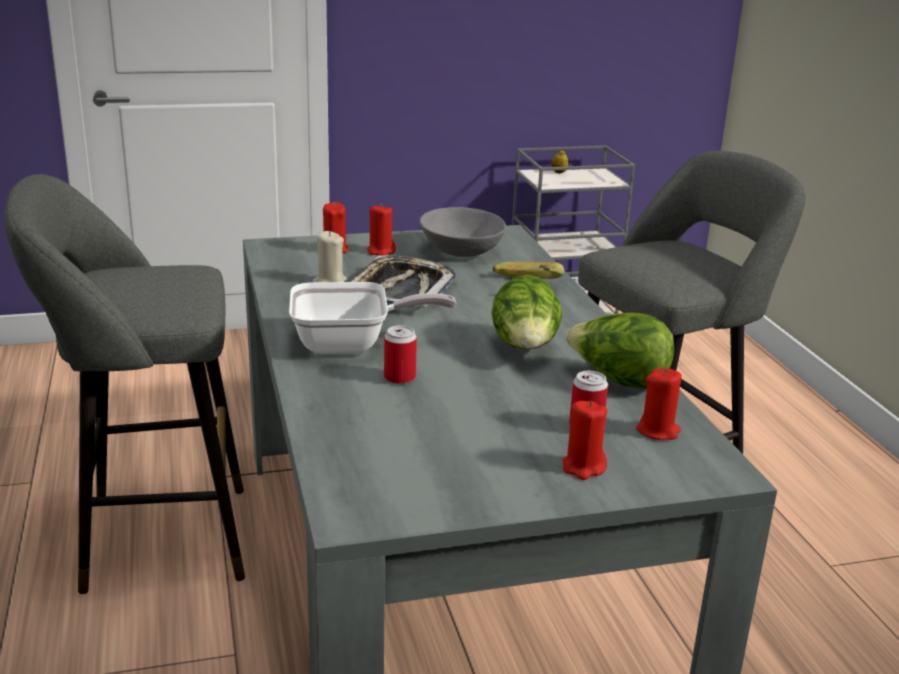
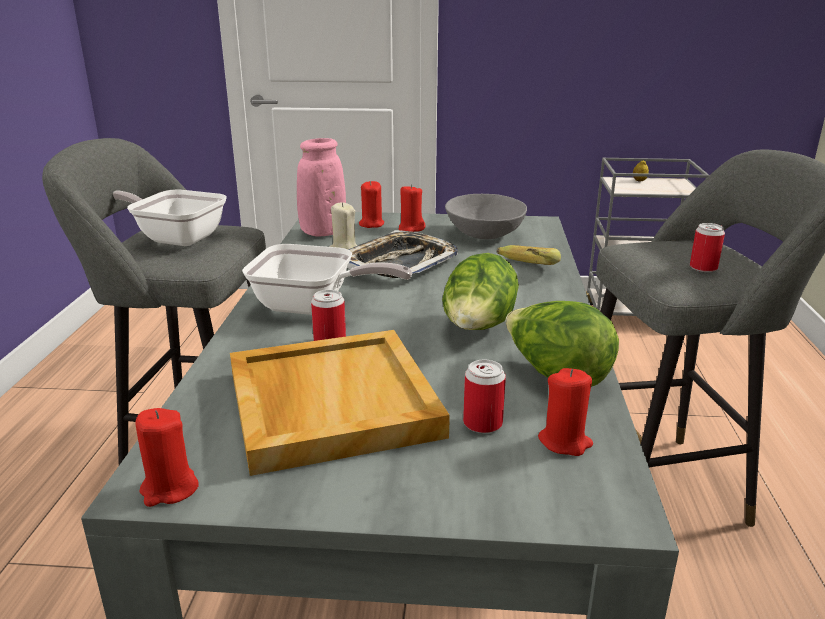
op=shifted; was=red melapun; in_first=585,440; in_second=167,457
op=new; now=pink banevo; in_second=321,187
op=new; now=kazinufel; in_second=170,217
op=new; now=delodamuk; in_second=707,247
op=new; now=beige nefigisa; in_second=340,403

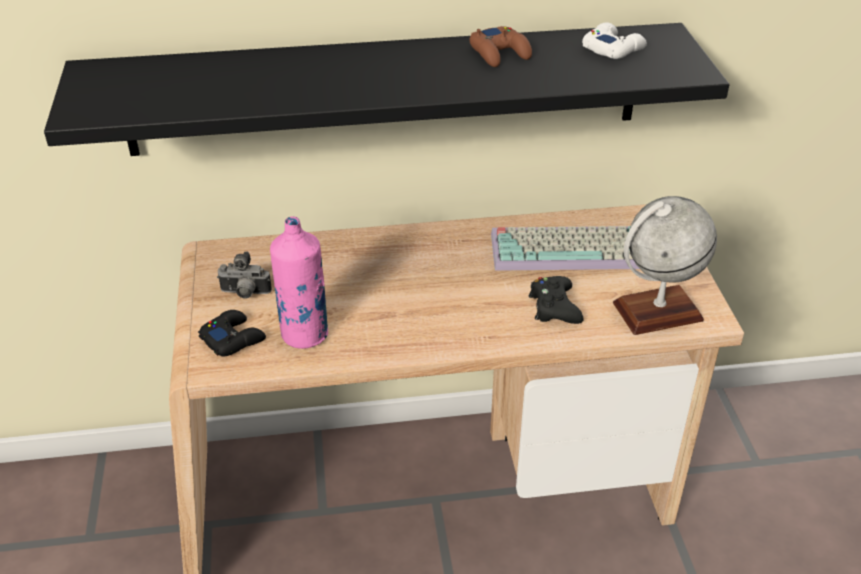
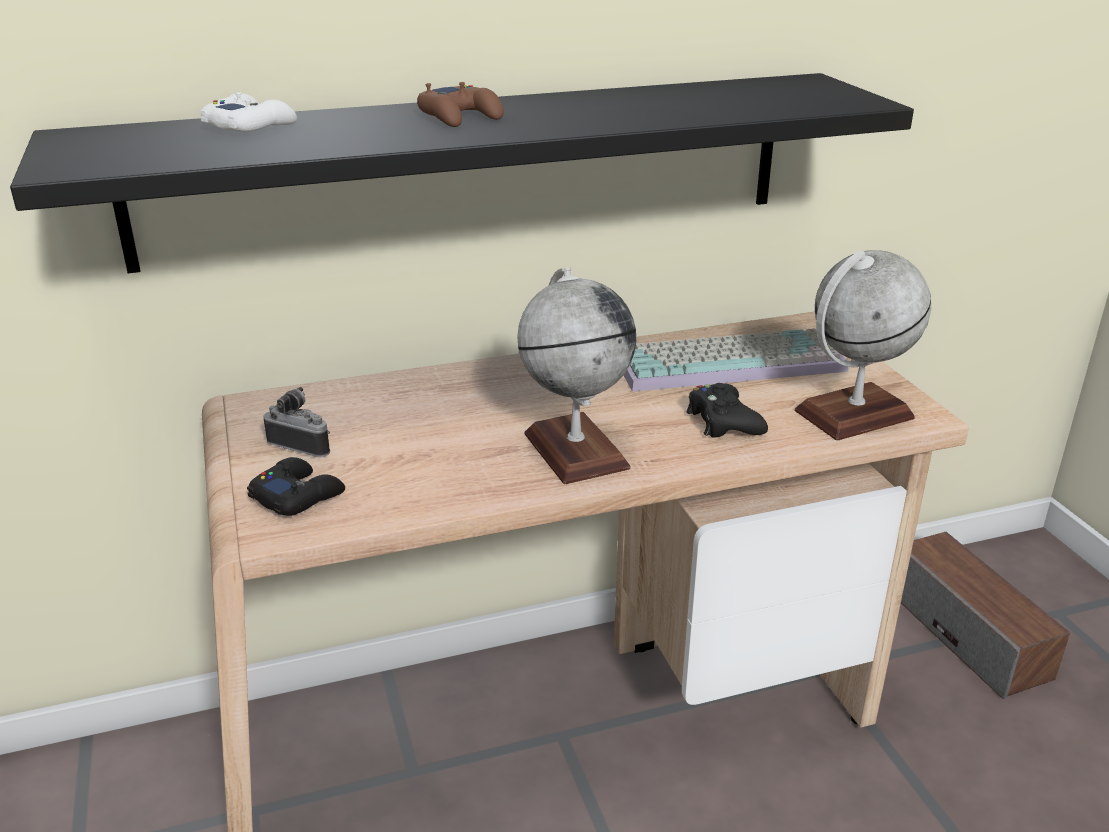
op=shifted; was=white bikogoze; in_first=614,40; in_second=248,112
op=shifted; was=brown bikogoze; in_first=500,46; in_second=460,104
op=gone; was=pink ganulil; in_first=299,282
op=rotated; was=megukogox; in_first=244,275; in_second=296,422; clockwise=-150
op=new; now=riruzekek; in_second=576,375
op=new; now=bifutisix; in_second=985,615

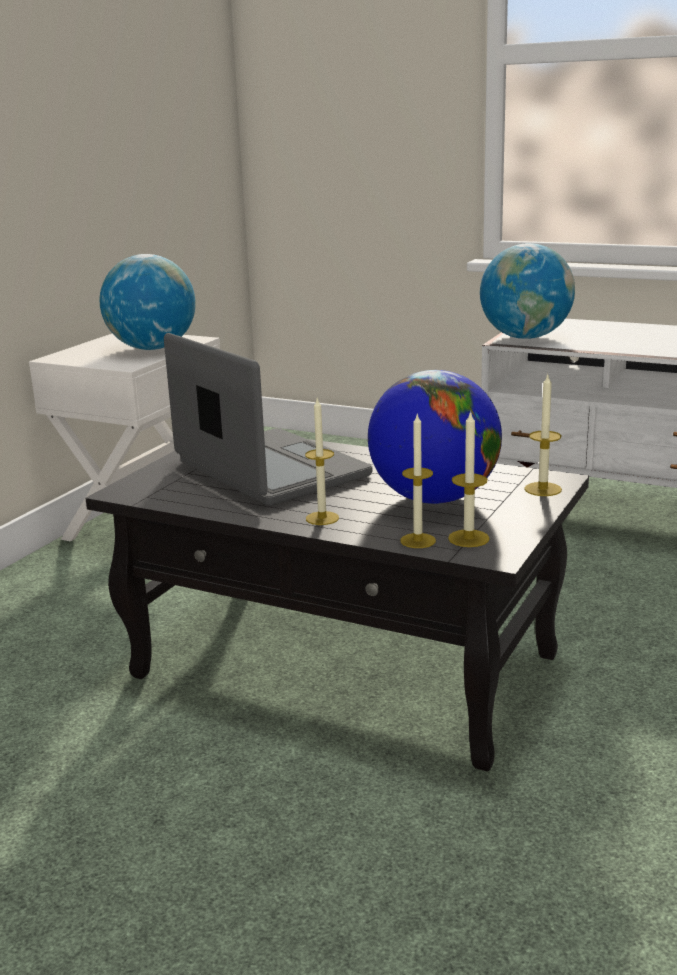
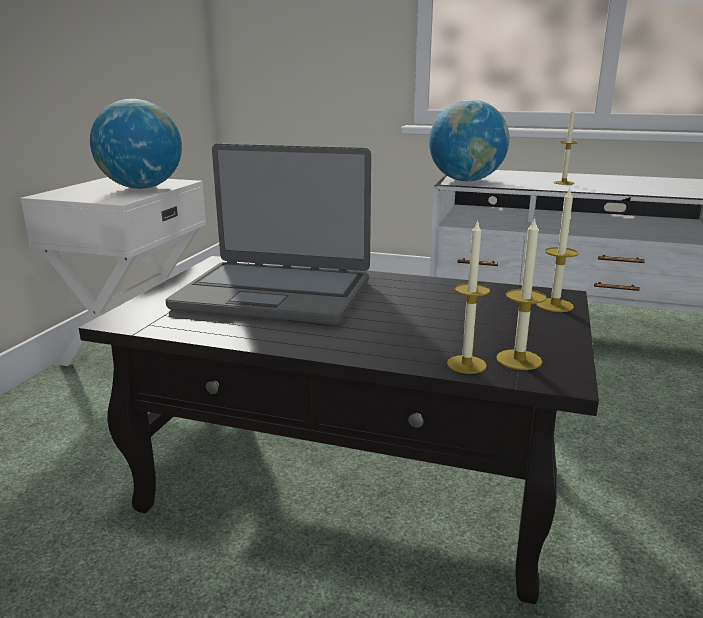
op=rotated; was=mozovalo; in_first=268,419; in_second=268,234; clockwise=150
op=gone; was=riruzekek; in_first=435,437
op=shifted; was=melapun; in_first=322,461; in_second=566,146

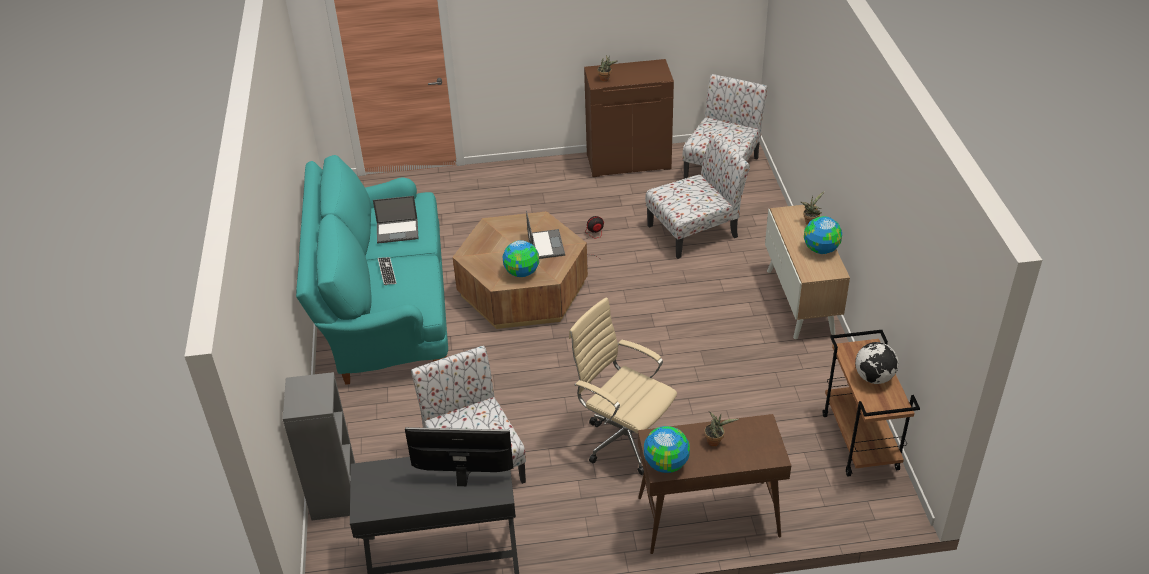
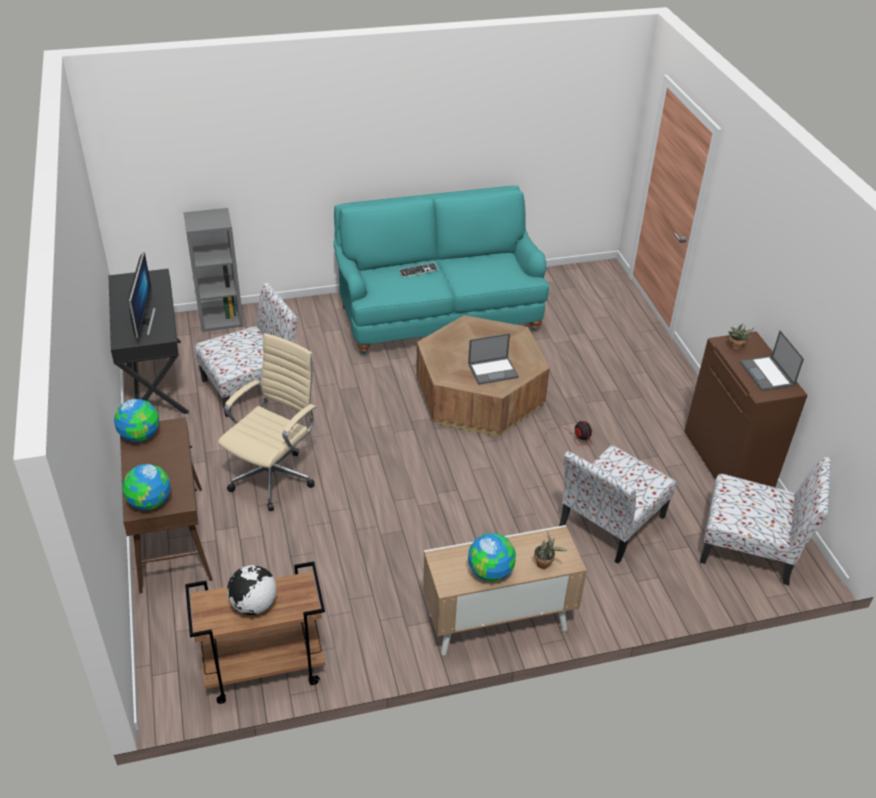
op=rotated; was=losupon; in_first=698,196; in_second=618,504; clockwise=75
op=shifted; was=mozovalo; in_first=396,220; in_second=772,360
op=shifted; was=riruzekek; in_first=521,258; in_second=146,487
op=gone; was=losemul; in_first=721,429

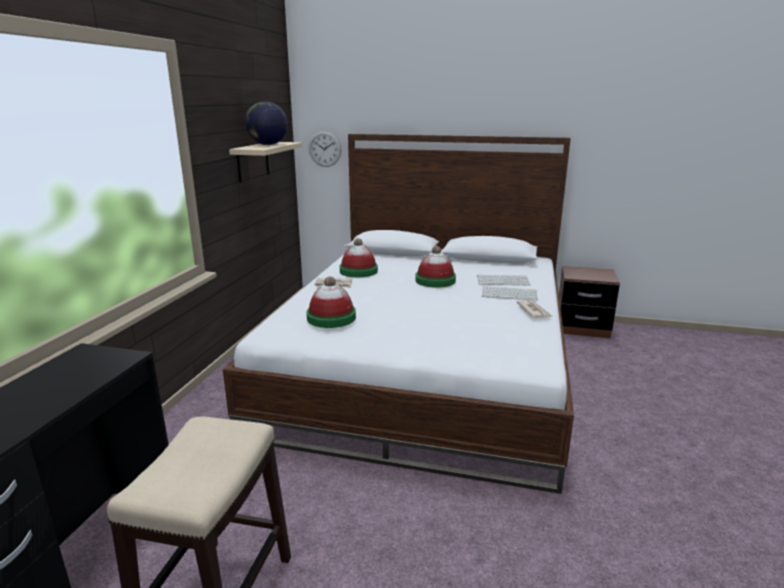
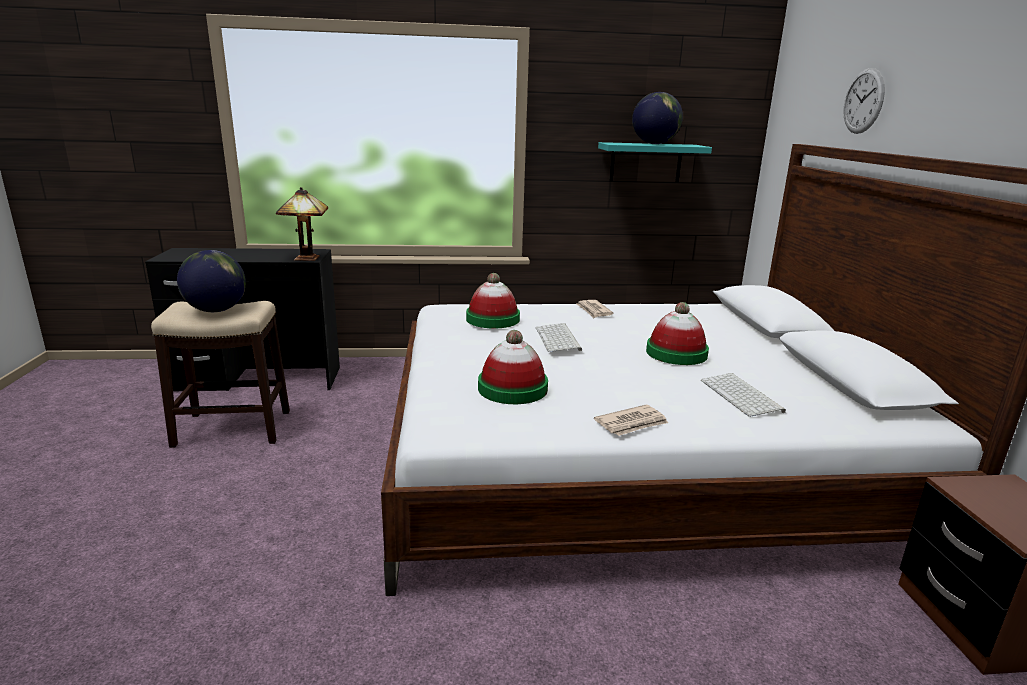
op=shifted; was=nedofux; in_first=325,149; in_second=864,101
op=repainted; was=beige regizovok; now=turquoise regizovok; in_first=265,162; in_second=655,162
op=shifted; was=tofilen; in_first=359,257; in_second=513,367
op=shifted; was=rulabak; in_first=510,293; in_second=558,337
op=new; now=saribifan; in_second=302,224
op=new; now=riruzekek; in_second=211,281

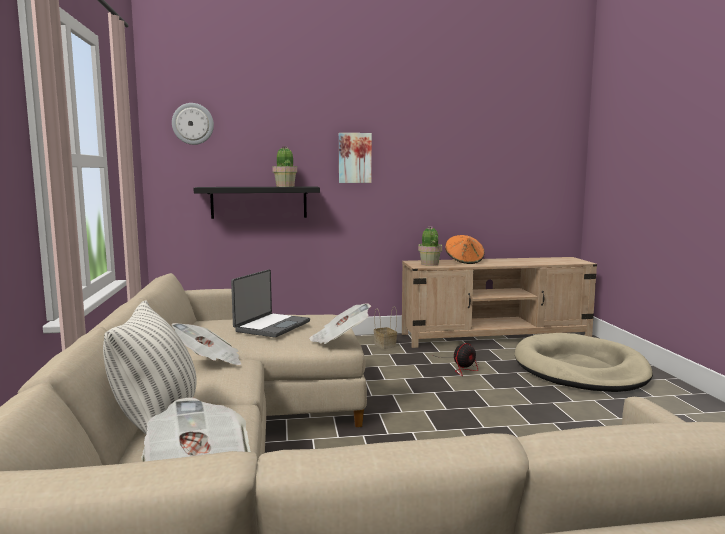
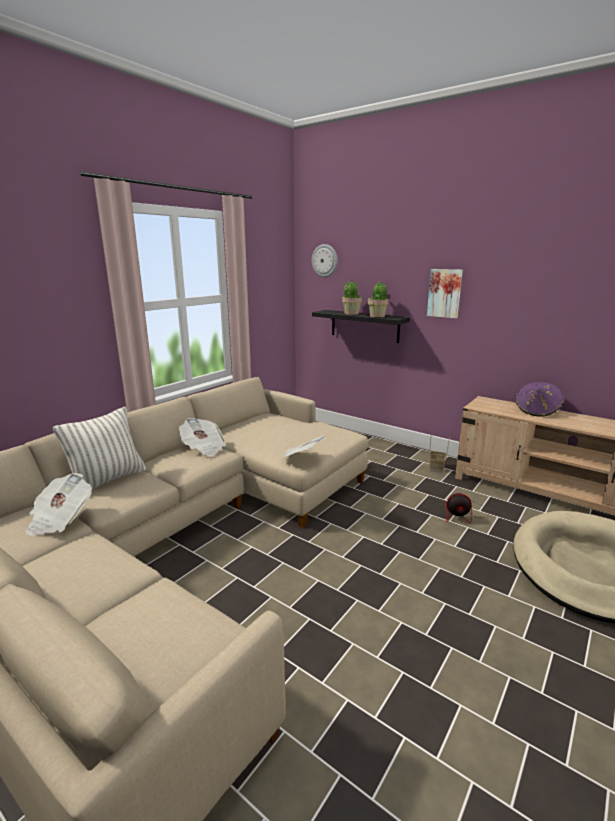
op=shifted; was=losemul; in_first=430,246; in_second=352,297
op=repainted; was=orange tofilen; now=purple tofilen; in_first=465,249; in_second=539,399
op=gone; was=mozovalo; in_first=270,303

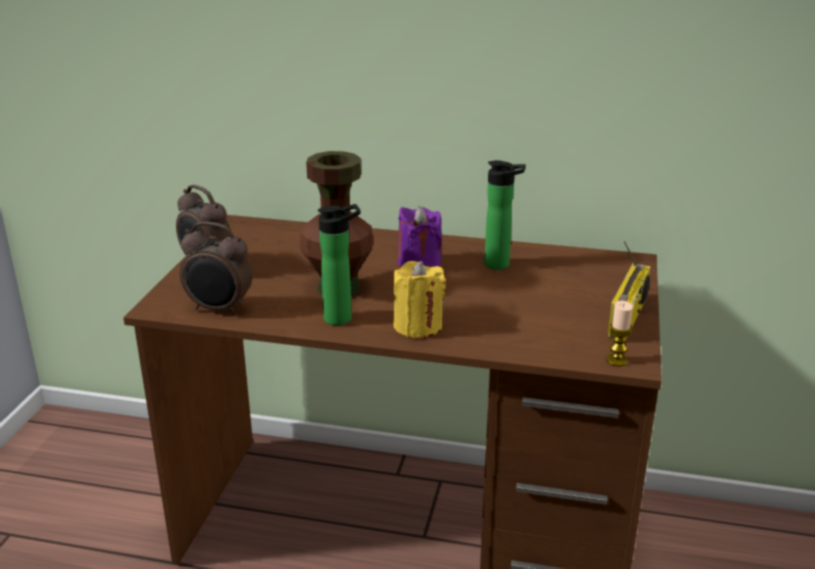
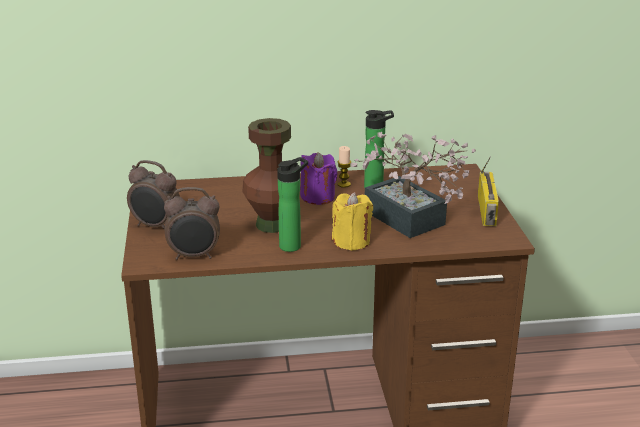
op=shifted; was=melapun; in_first=619,333; in_second=344,167
op=new; now=losemul; in_second=413,185

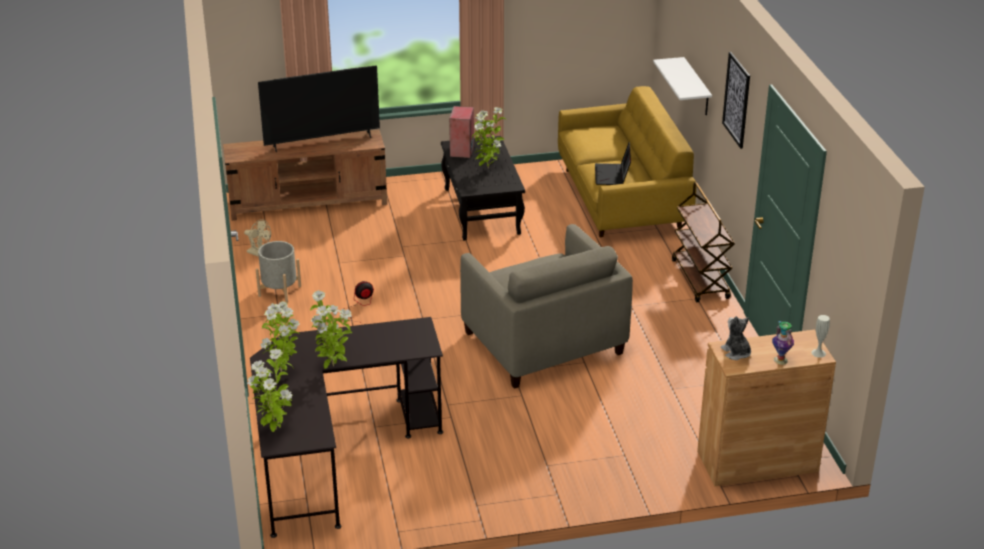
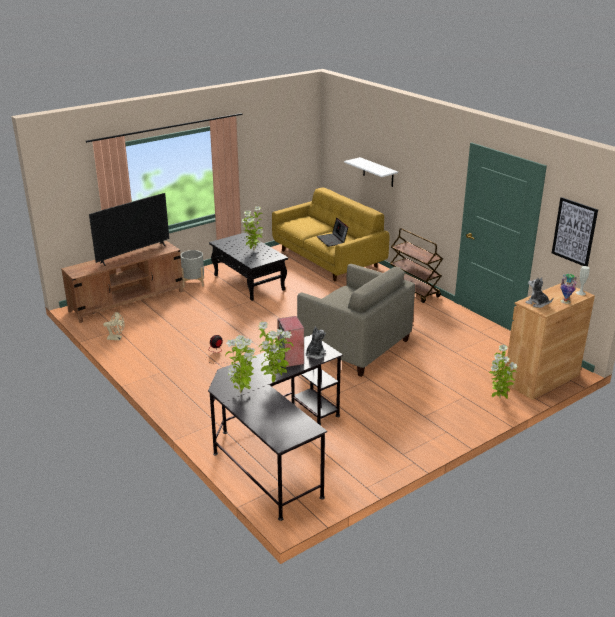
op=shifted; was=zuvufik; in_first=736,100; in_second=575,231
op=shifted; was=bifutisix; in_first=461,132; in_second=290,341
op=shifted; was=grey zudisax; in_first=278,272; in_second=192,268
op=shifted; was=losemul; in_first=269,390; in_second=503,371
op=new; now=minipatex; in_second=316,343

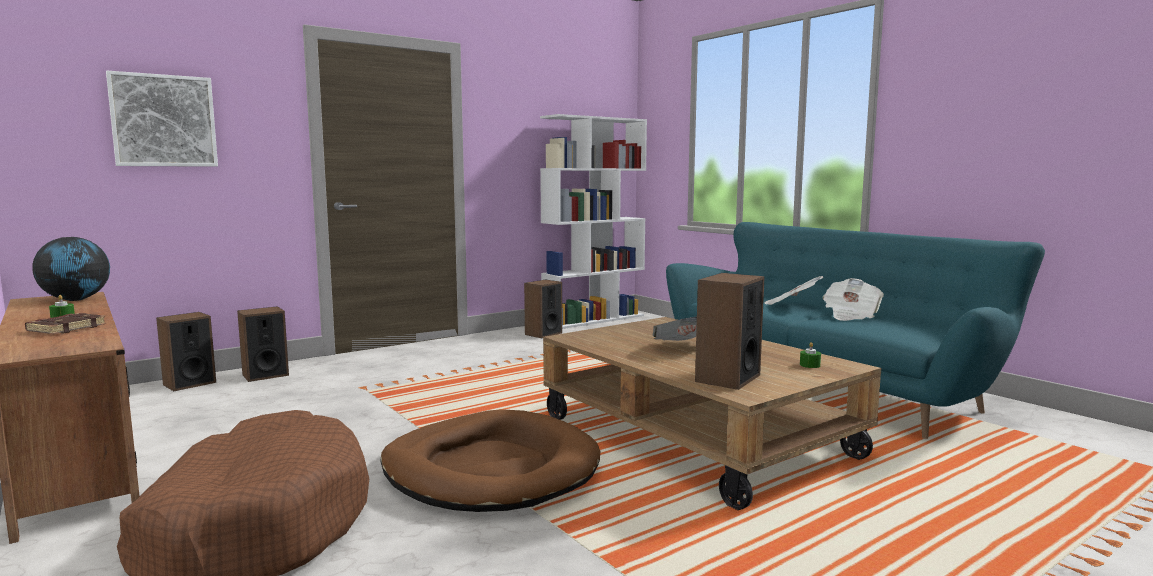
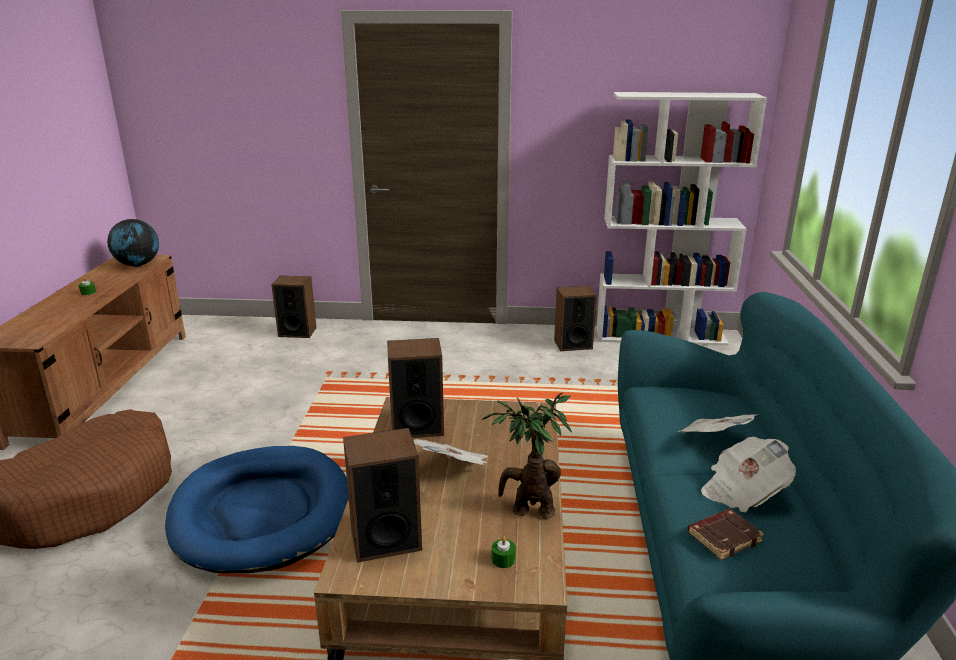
op=gone; was=zuvufik; in_first=162,119
op=shifted; was=bifutisix; in_first=186,351; in_second=415,388
op=shifted; was=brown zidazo; in_first=65,323; in_second=726,534
op=repainted; was=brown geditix; now=blue geditix; in_first=490,460; in_second=257,509
op=new; now=losemul; in_second=527,455

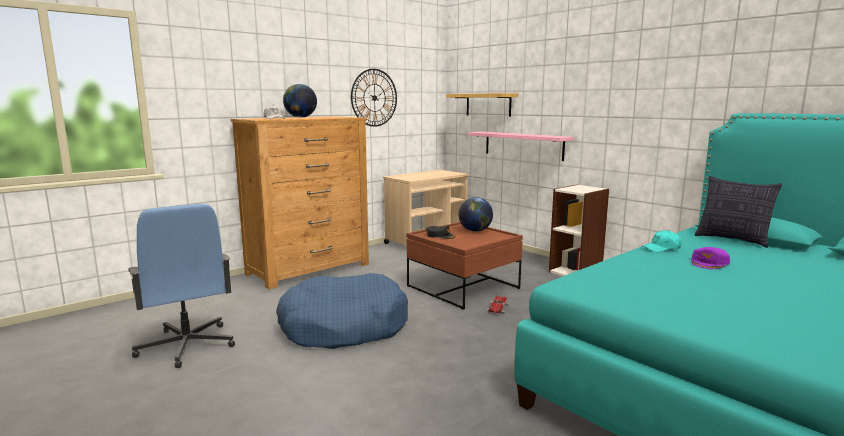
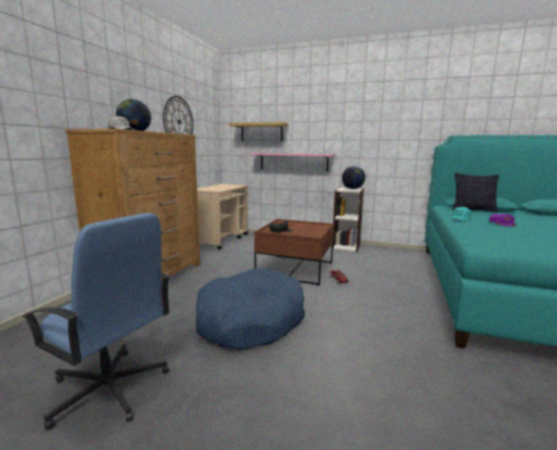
op=shifted; was=riruzekek; in_first=476,214; in_second=353,177

